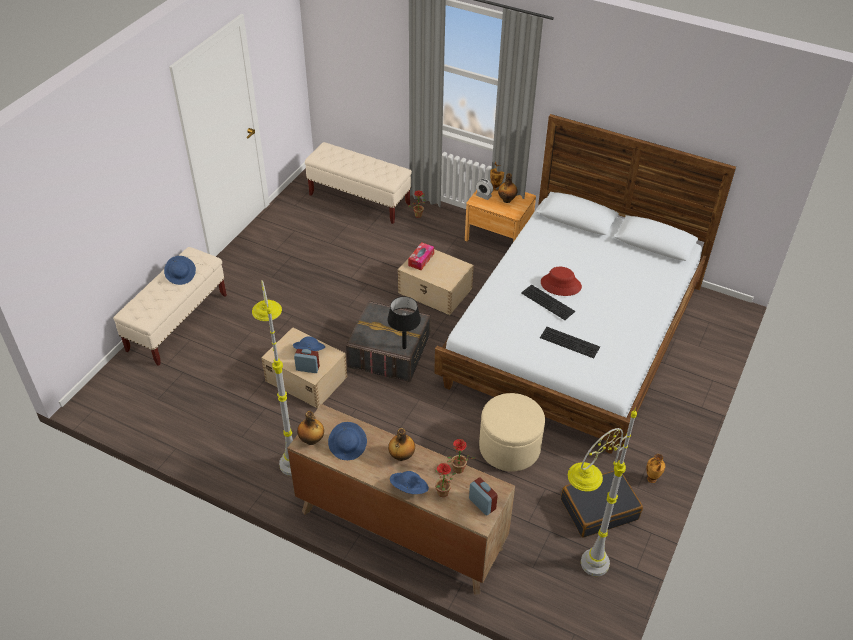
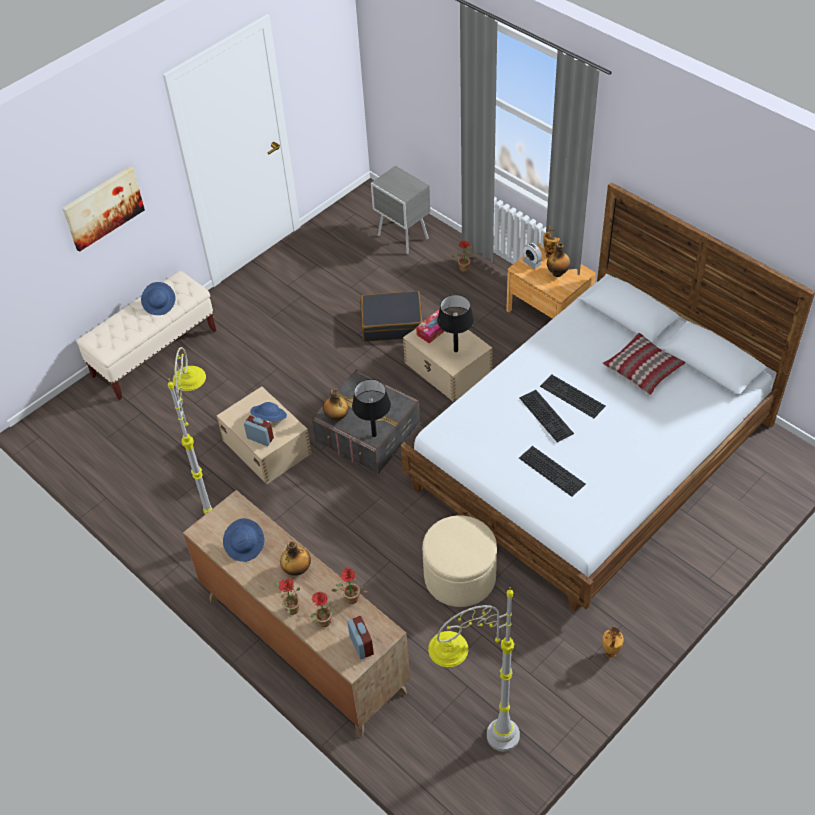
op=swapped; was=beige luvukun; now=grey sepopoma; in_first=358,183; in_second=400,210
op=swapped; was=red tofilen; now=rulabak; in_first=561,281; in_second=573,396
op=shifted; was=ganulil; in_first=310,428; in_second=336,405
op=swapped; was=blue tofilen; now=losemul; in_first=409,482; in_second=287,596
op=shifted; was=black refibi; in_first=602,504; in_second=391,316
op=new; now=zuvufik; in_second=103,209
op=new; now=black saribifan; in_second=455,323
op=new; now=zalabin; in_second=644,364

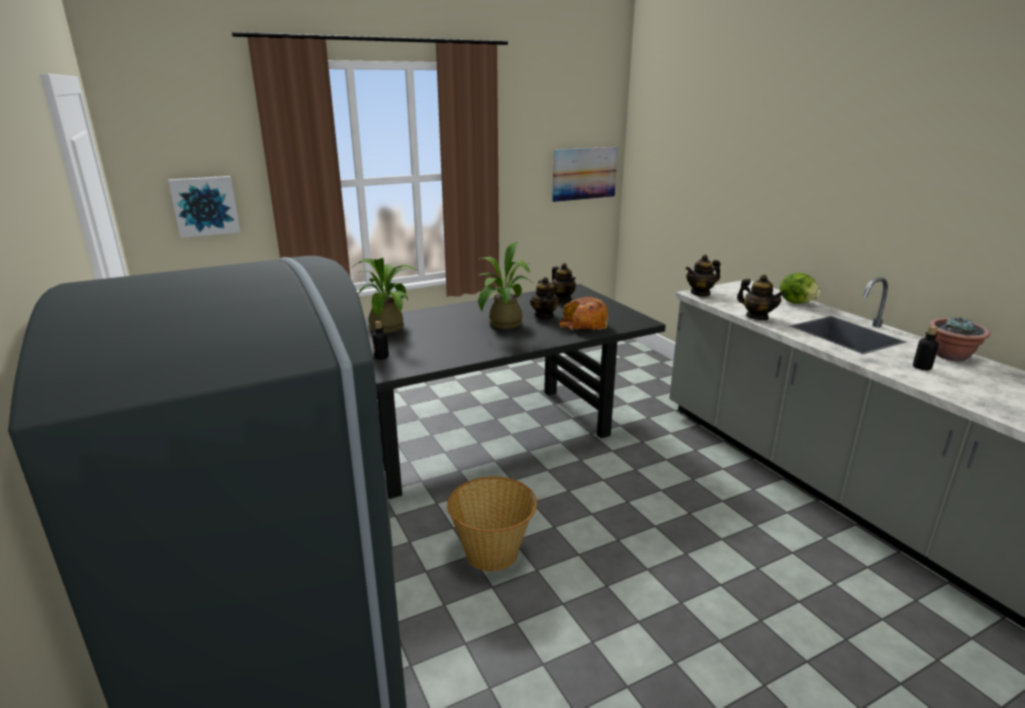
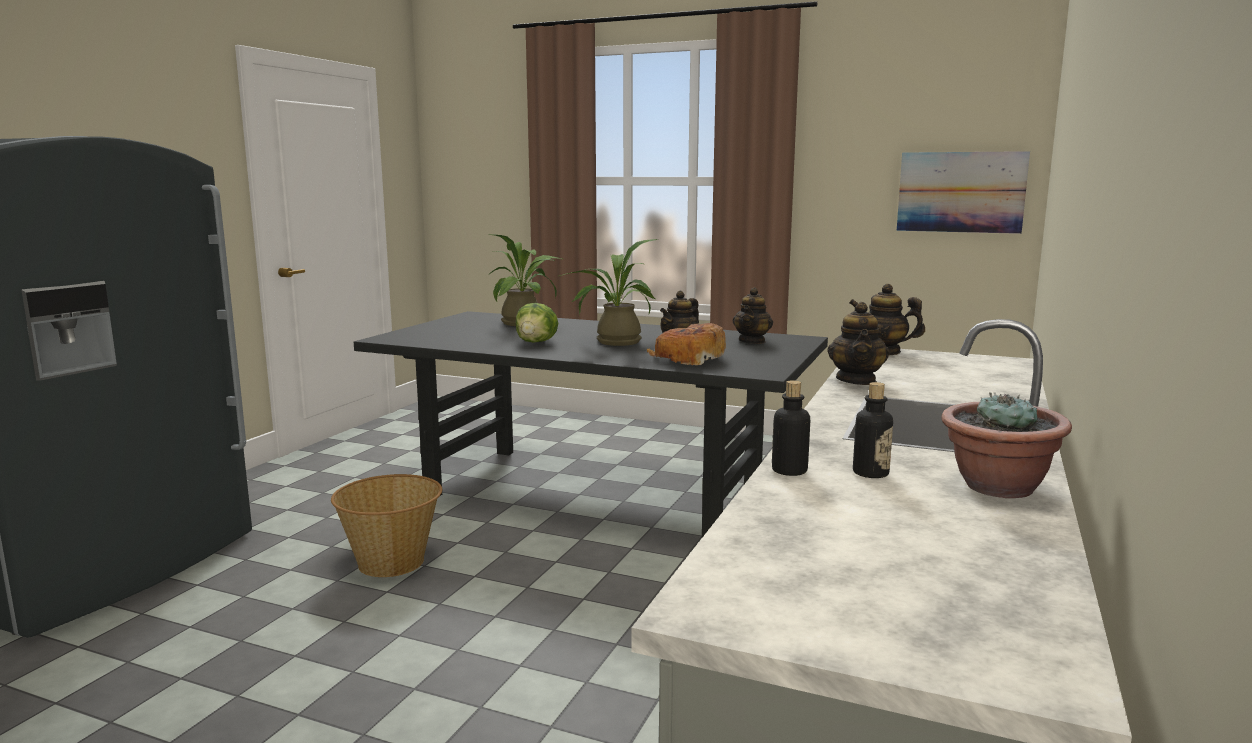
op=gone; was=zuvufik; in_first=204,207
op=shifted; was=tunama; in_first=800,288; in_second=537,323
op=shifted; was=ganulil; in_first=380,340; in_second=791,428

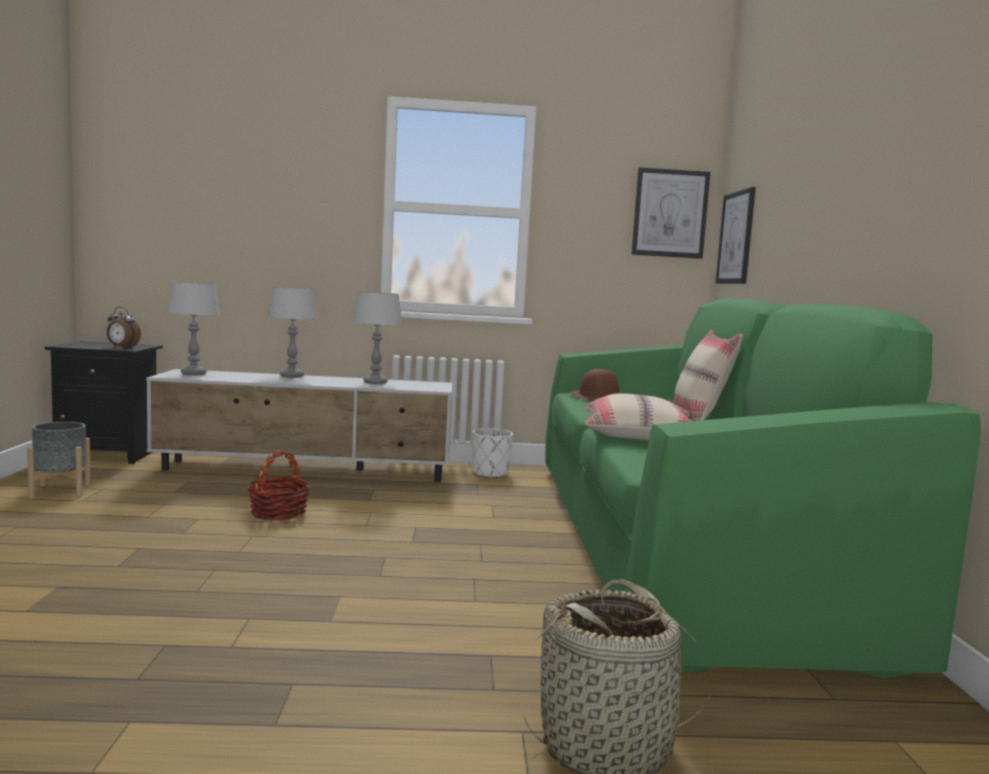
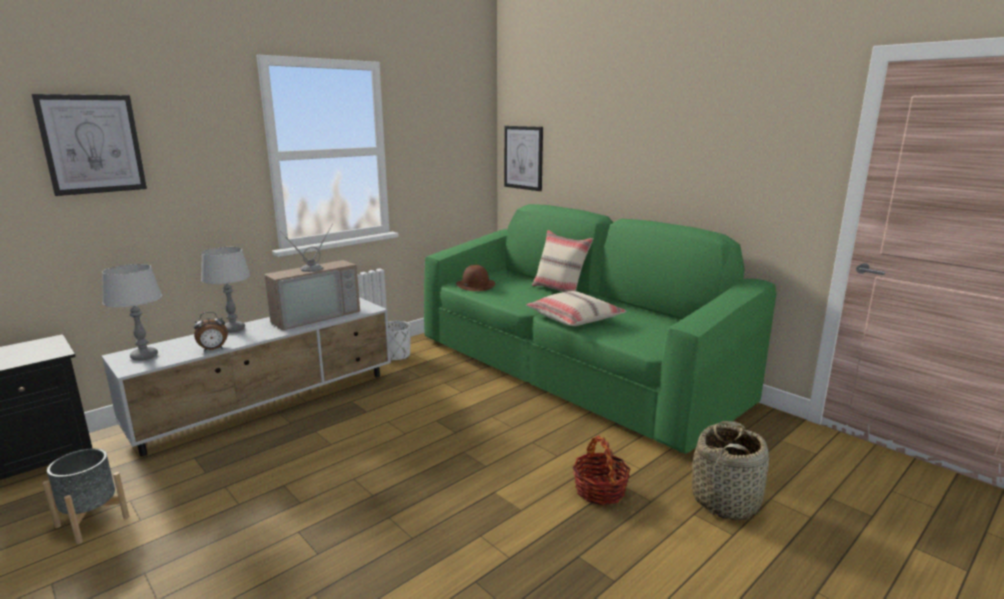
op=shifted; was=zuvufik; in_first=671,213; in_second=89,145
op=swapped; was=grey saribifan; now=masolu; in_first=377,338; in_second=312,276
op=shifted; was=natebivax; in_first=124,328; in_second=211,332
op=shifted; was=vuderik; in_first=278,485; in_second=601,470

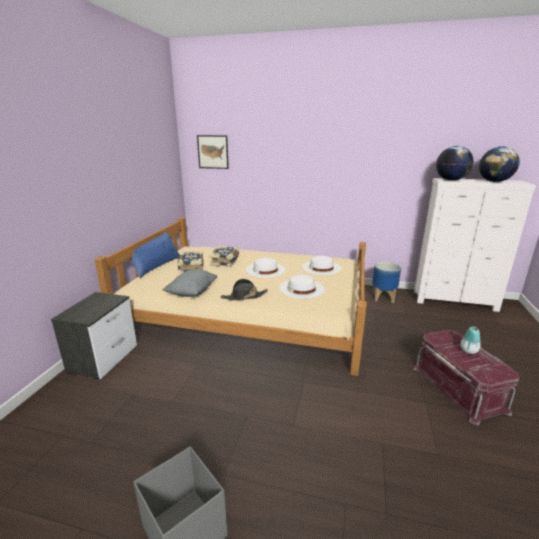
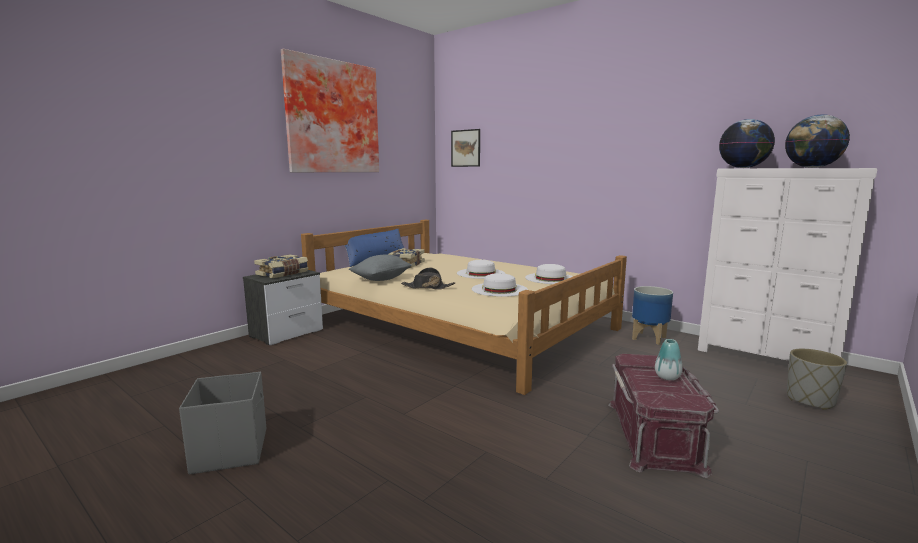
op=shifted; was=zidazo; in_first=224,256; in_second=281,266
op=new; now=zuvufik; in_second=330,110
op=new; now=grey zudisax; in_second=817,379

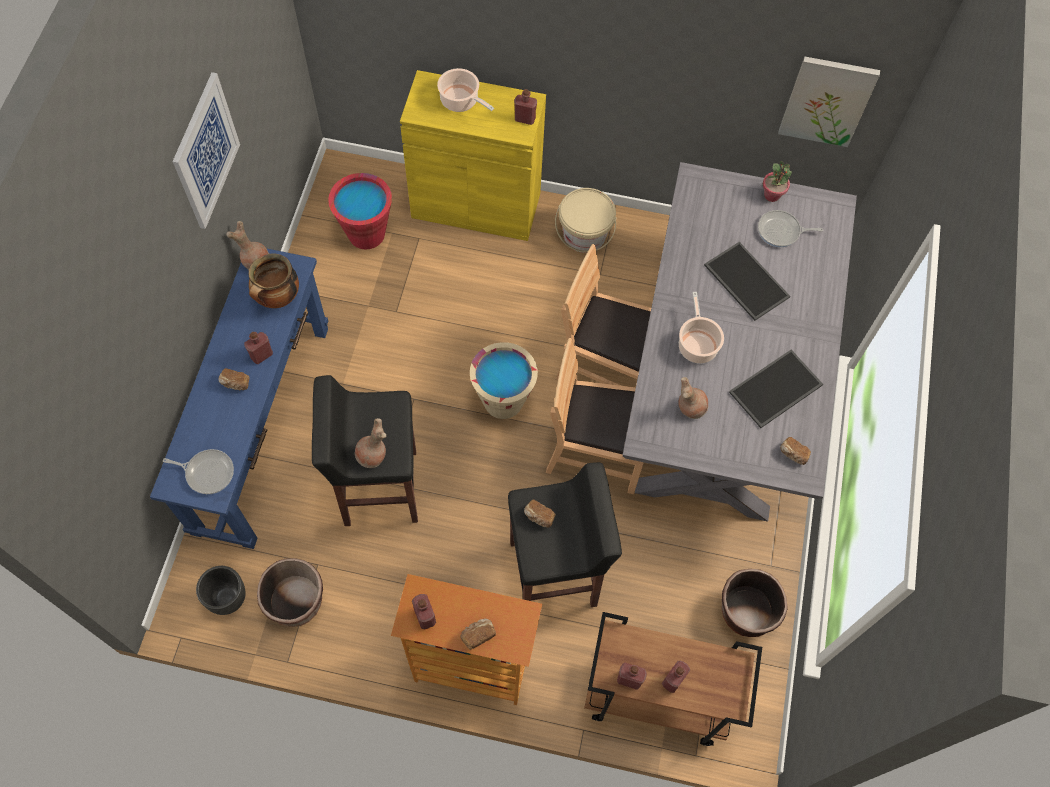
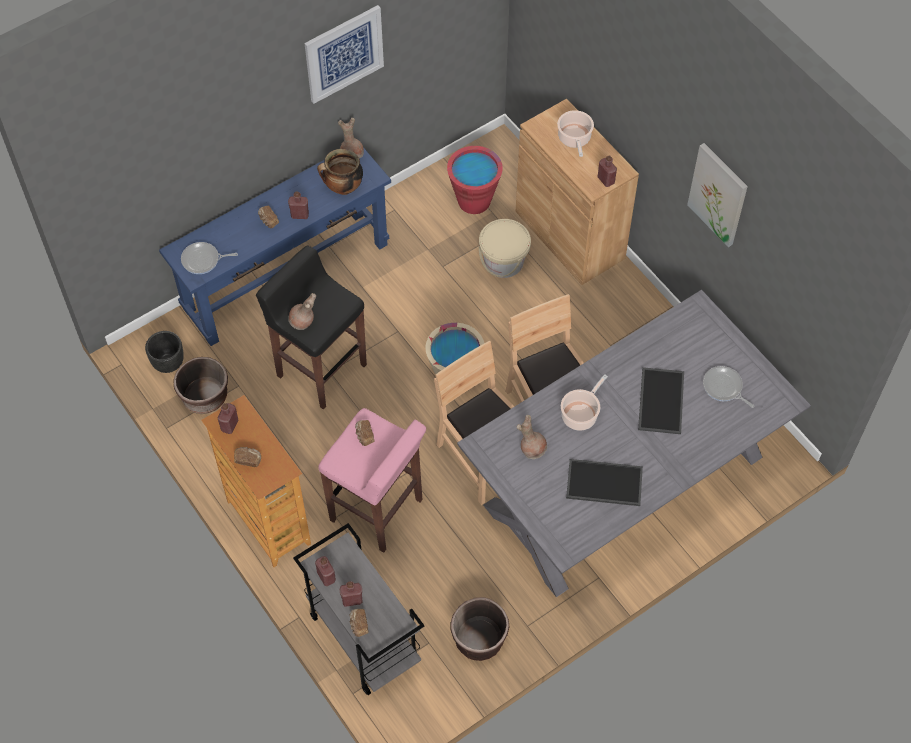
op=shifted; was=zuvufik; in_first=829,101; in_second=717,195
op=repainted; was=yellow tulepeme; now=brown tulepeme; in_first=473,155; in_second=577,192
op=gone; was=losemul; in_first=777,181
op=shifted; was=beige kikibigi; in_first=586,220; in_second=505,248
op=shifted; was=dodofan; in_first=795,451; in_second=359,623
op=rotated; was=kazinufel; in_first=198,471; in_second=209,258; clockwise=120
op=repainted; was=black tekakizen; now=pink tekakizen; in_first=565,534; in_second=372,480
op=repainted; was=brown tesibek; now=grey tesibek; in_first=673,679; in_second=358,609

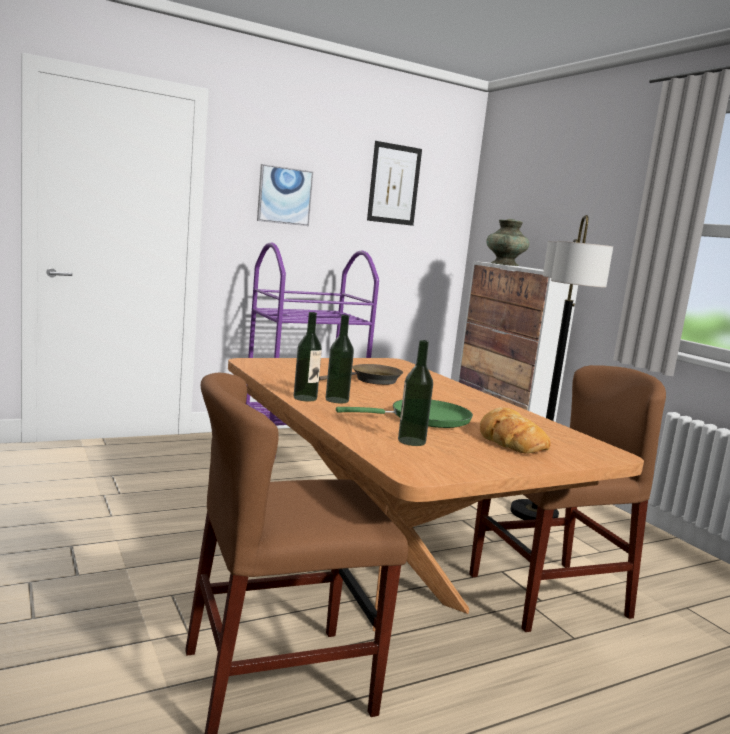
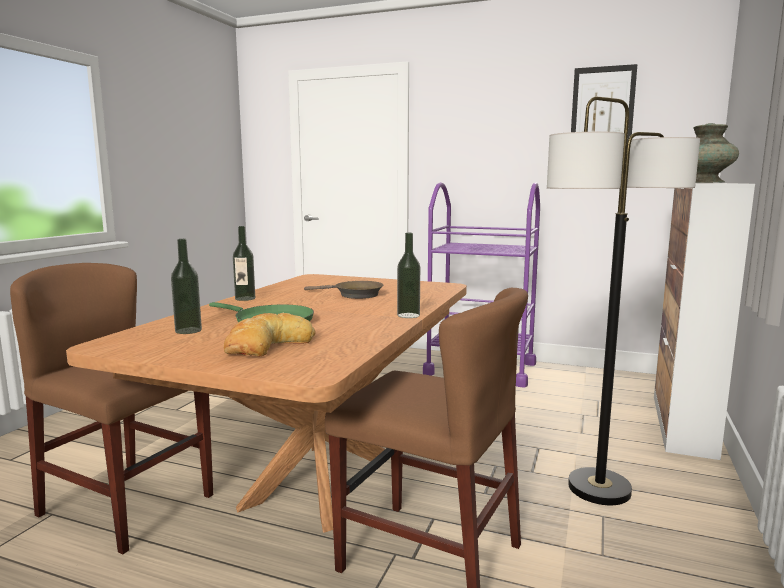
op=gone; was=zuvufik; in_first=285,195
op=shifted; was=ganulil; in_first=340,359; in_second=408,275

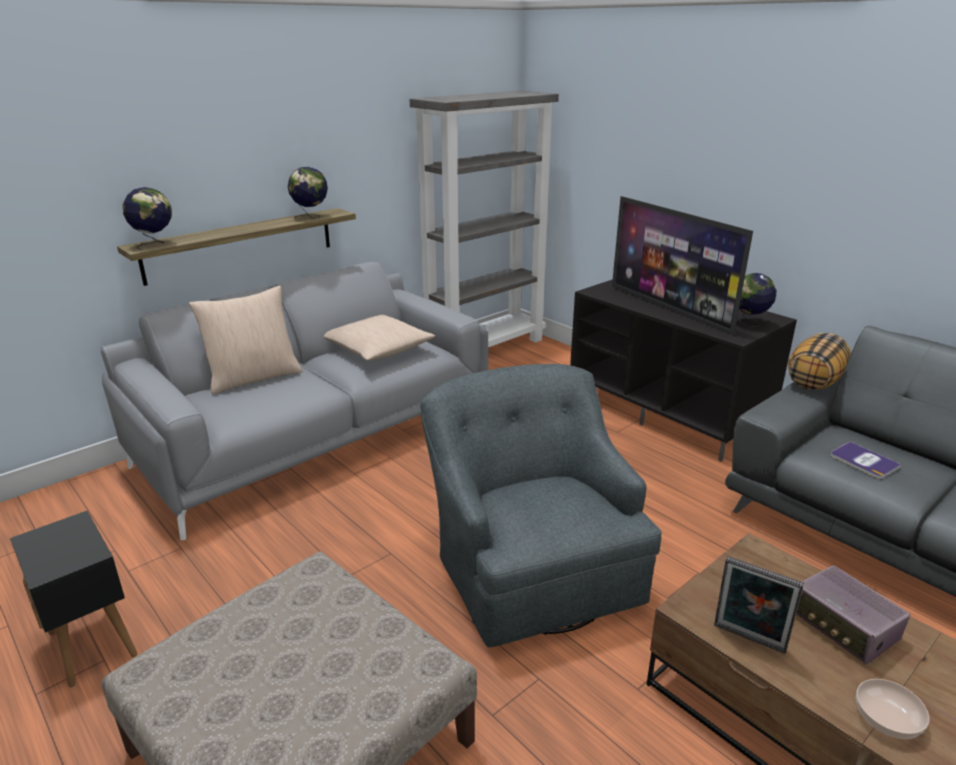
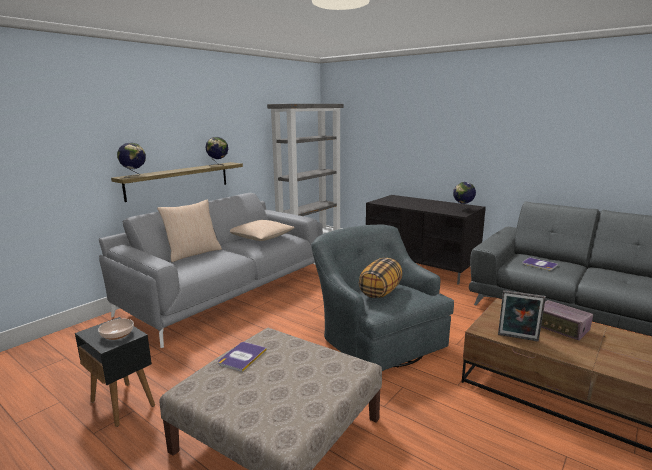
op=gone; was=masolu; in_first=682,266
op=shifted; was=zalabin; in_first=819,361; in_second=380,278
op=shifted; was=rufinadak; in_first=892,709; in_second=116,329
op=new; now=zidazo; in_second=242,357

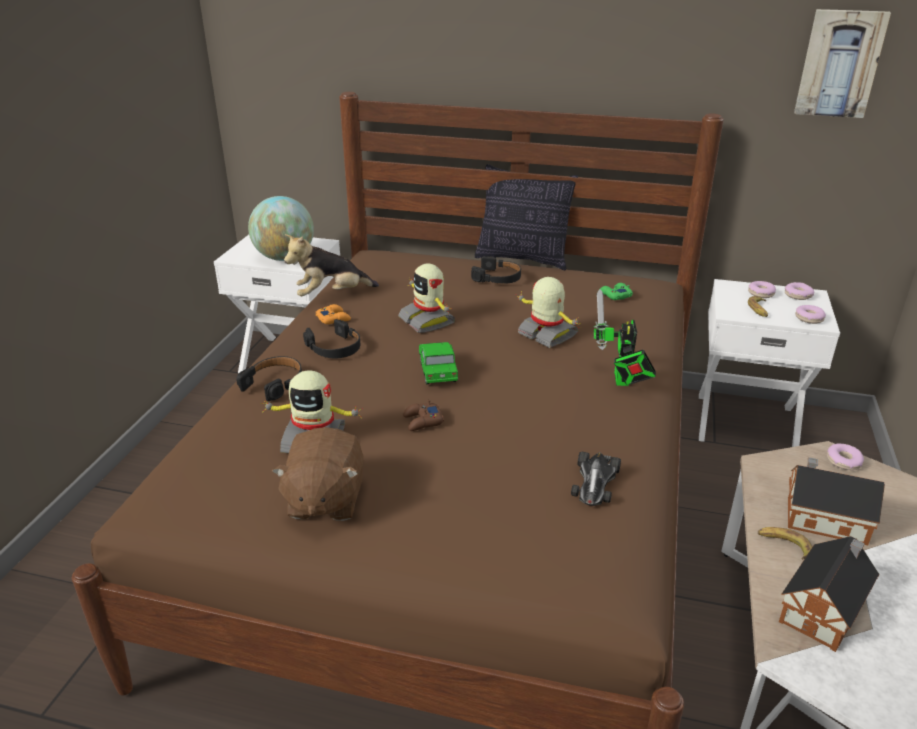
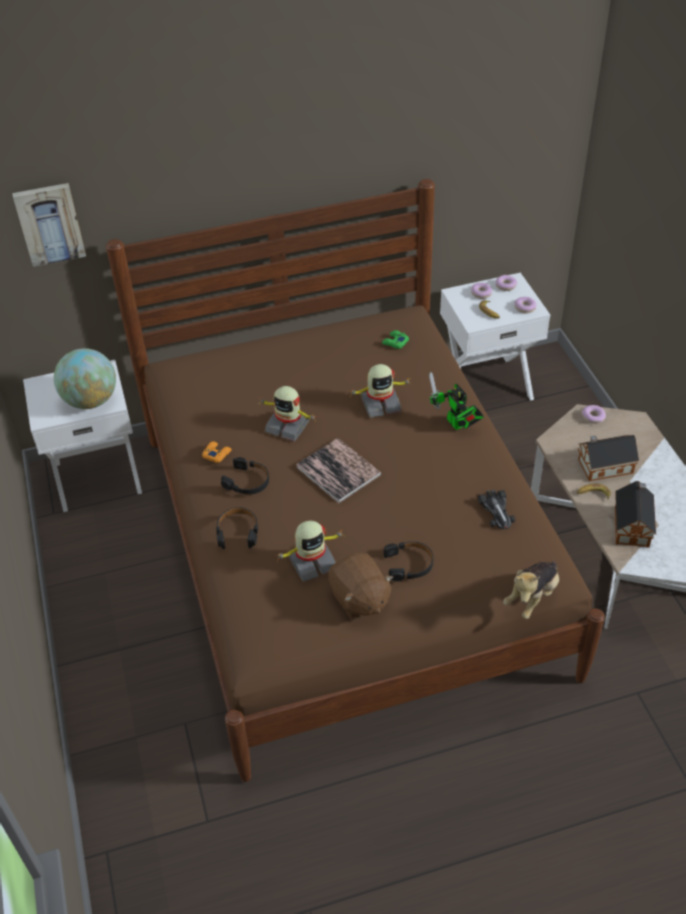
op=shifted; was=zuvufik; in_first=842,63; in_second=49,225
op=gone; was=zalabin; in_first=526,217
op=shifted; was=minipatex; in_first=331,265; in_second=531,590
op=shifted; was=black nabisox; in_first=496,270; in_second=408,561
op=rotated; was=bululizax; in_first=549,312; in_second=380,391; clockwise=150
op=swapped; was=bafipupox; now=zidazo; in_first=438,363; in_second=338,470
op=gone; was=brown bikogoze; in_first=423,415

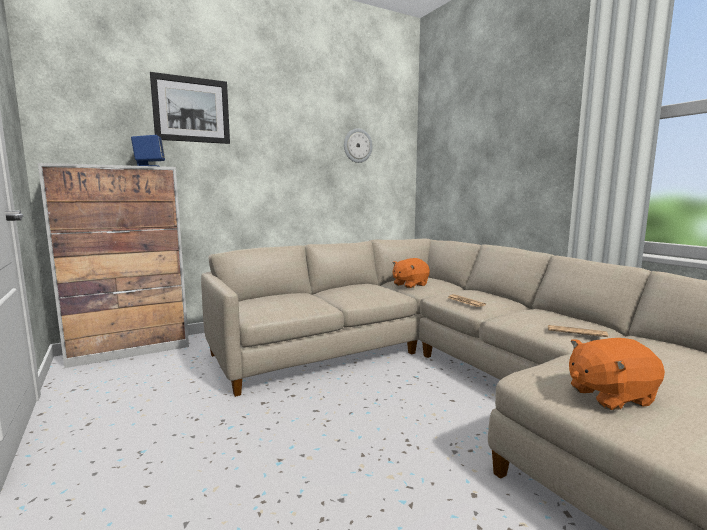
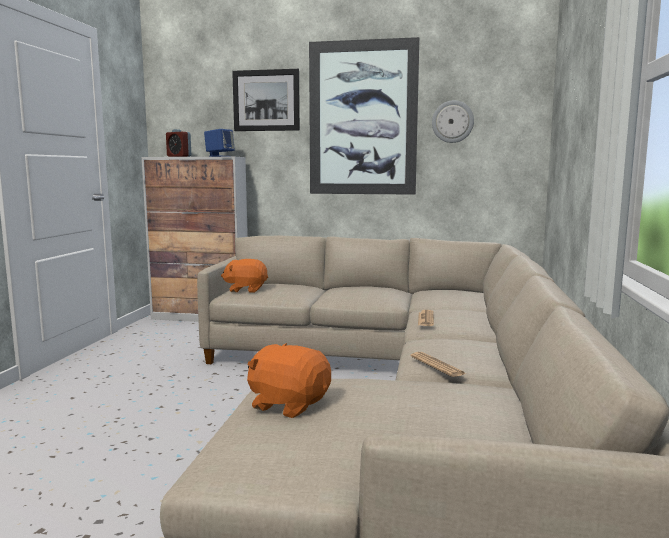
op=shifted; was=orange minipatex; in_first=411,273; in_second=244,276
op=new; now=zuvufik; in_second=364,116
op=new; now=natebivax; in_second=178,143

